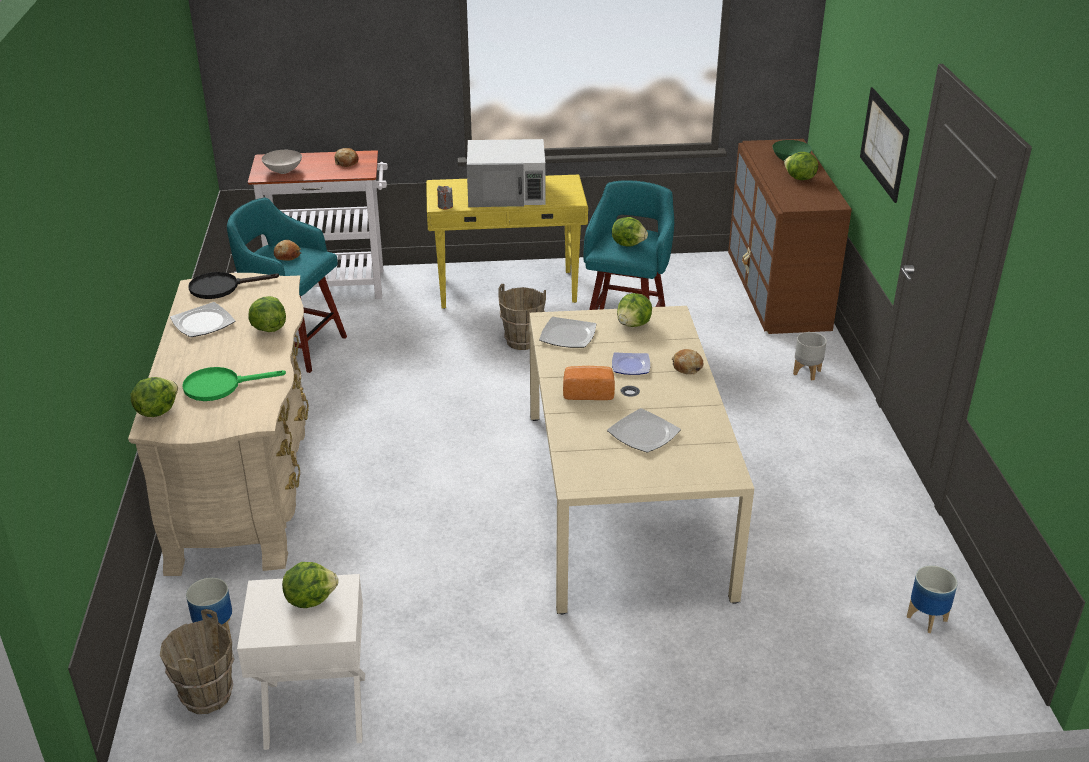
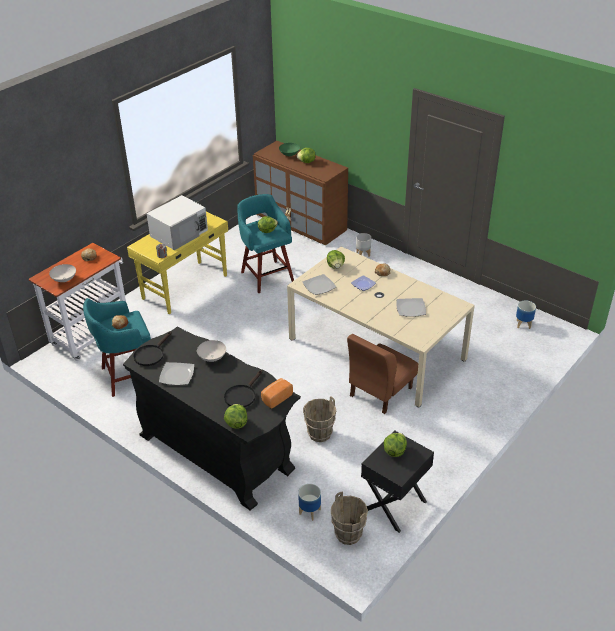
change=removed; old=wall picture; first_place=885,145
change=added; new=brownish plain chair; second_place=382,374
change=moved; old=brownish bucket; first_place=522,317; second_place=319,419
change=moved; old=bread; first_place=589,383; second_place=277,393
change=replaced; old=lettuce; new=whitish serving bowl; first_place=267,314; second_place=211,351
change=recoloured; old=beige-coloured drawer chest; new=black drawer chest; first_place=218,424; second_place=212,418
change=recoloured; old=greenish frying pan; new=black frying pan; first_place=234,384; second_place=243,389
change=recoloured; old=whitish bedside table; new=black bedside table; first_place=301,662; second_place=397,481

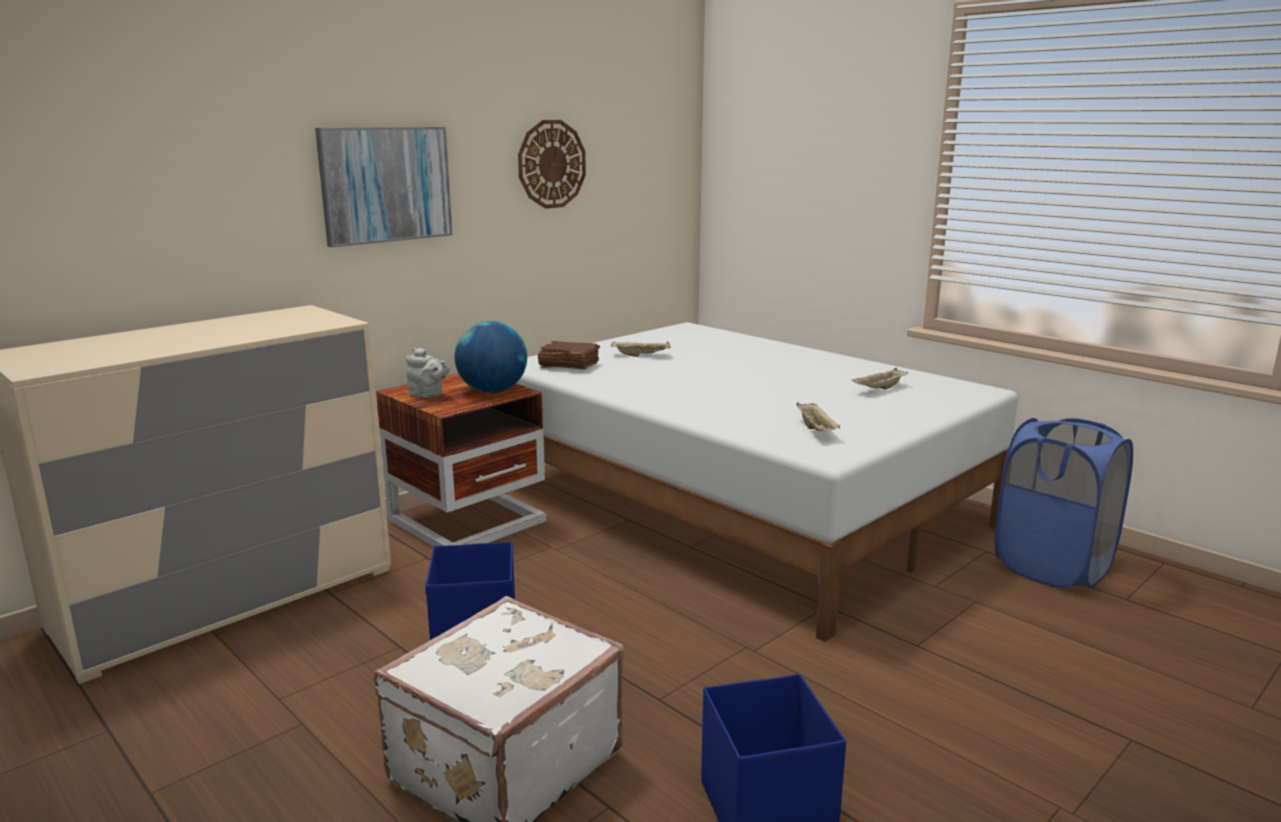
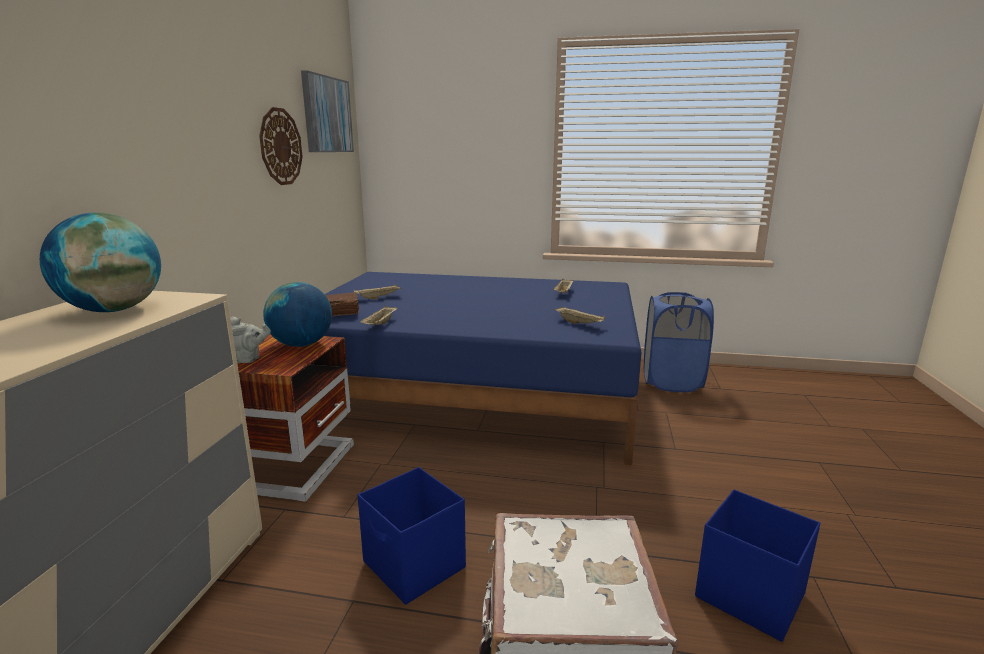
change=added; new=world globe; second_place=100,262
change=added; new=beige-coloured tray; second_place=378,315
change=moved; old=wall picture; first_place=383,187; second_place=327,111
change=recoloured; old=whitish bed; new=bluish bed; first_place=767,482; second_place=483,369

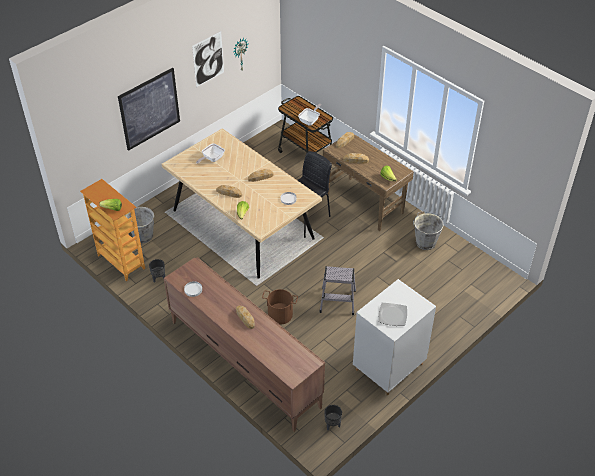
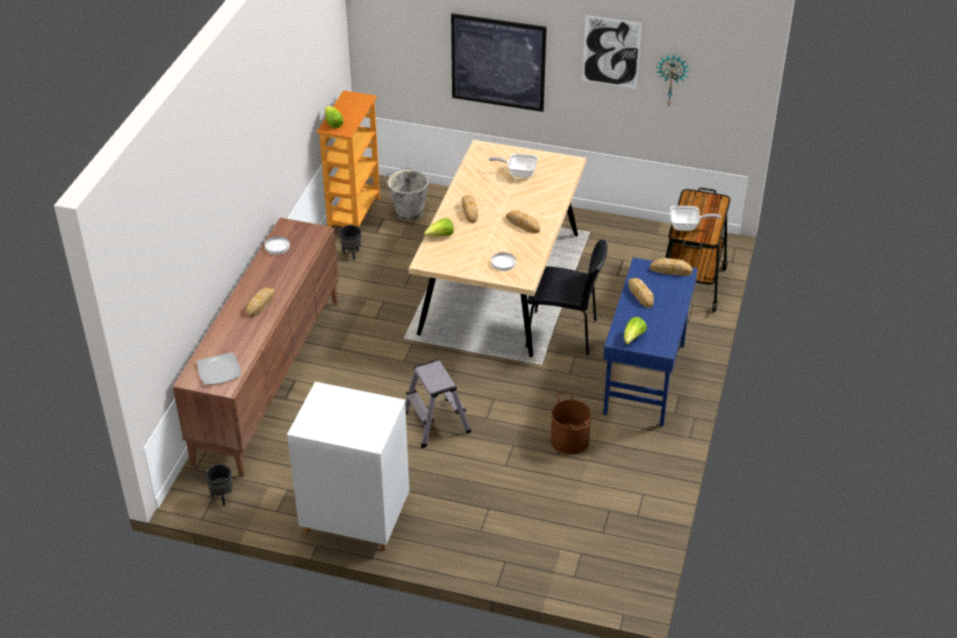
change=removed; old=gray bucket; first_place=428,230
change=moved; old=brownish bucket; first_place=280,307; second_place=571,423
change=moved; old=flat dish; first_place=393,314; second_place=219,368
change=recoloured; old=brownish console table; new=bluish console table; first_place=368,182; second_place=650,341

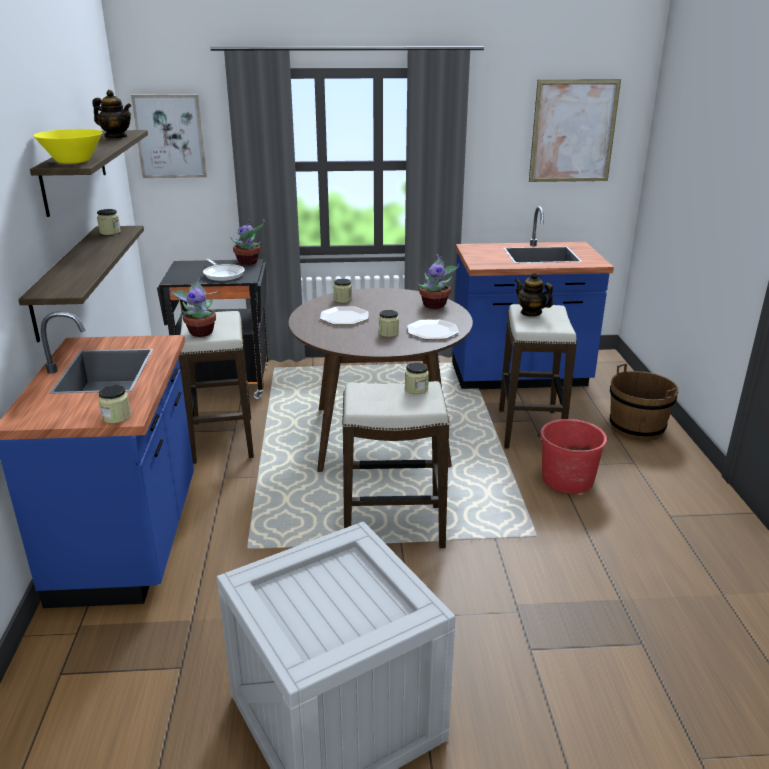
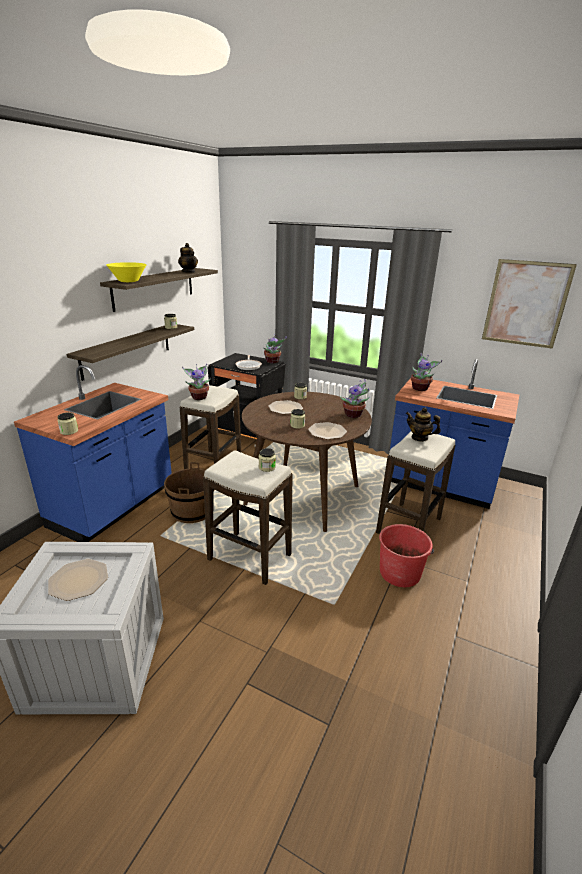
change=removed; old=wall picture; first_place=169,136
change=added; new=flat dish; second_place=78,580
change=added; new=houseplant; second_place=426,372
change=moved; old=brownish bucket; first_place=644,402; second_place=185,492
change=turned; old=teapot; first_place=534,295; second_place=423,424; degrees=-45

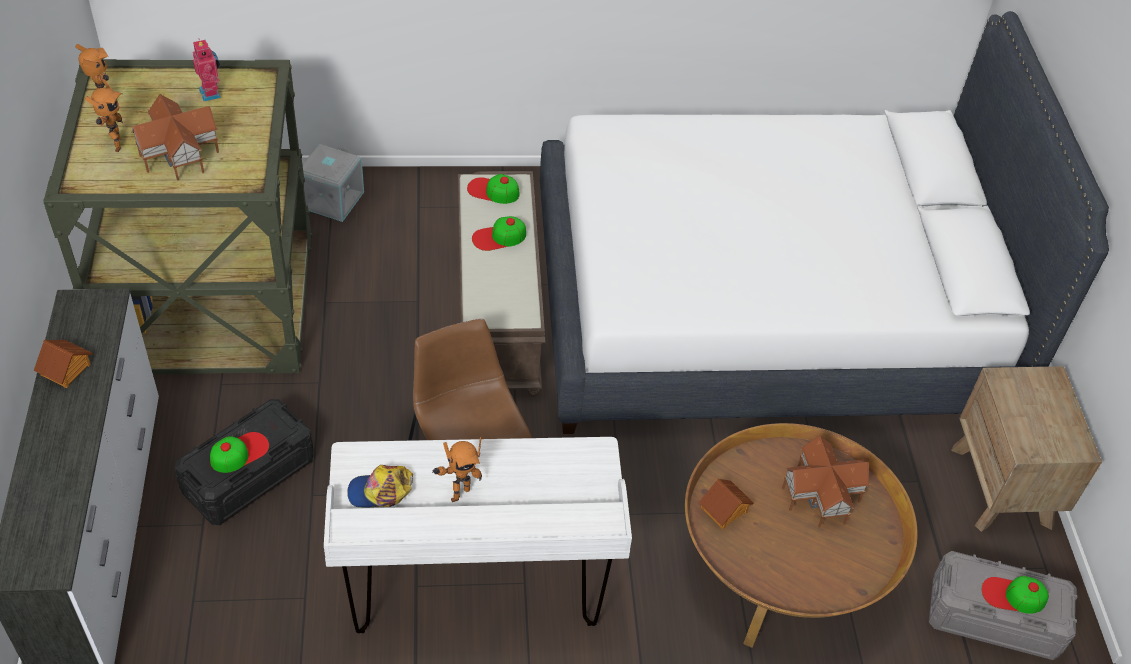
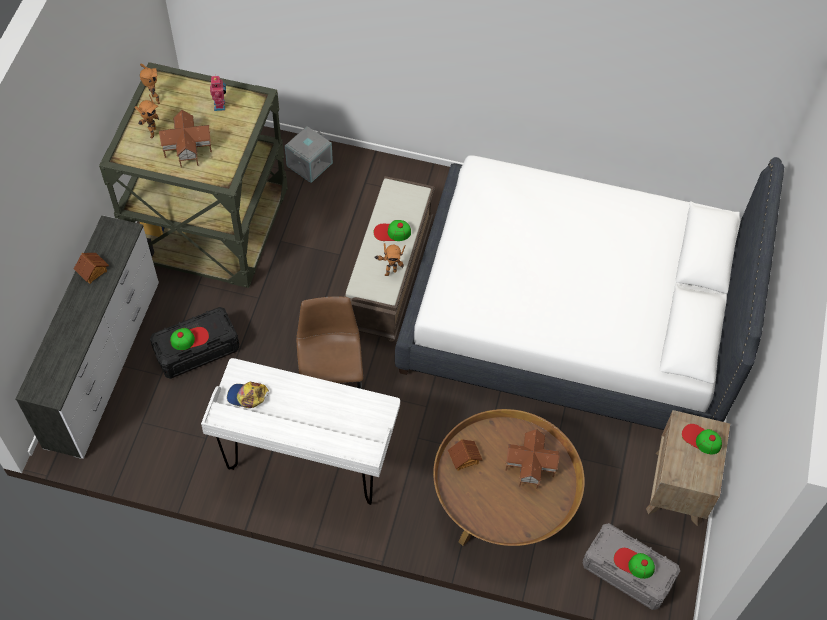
change=moved; old=robot figure; first_place=457,469; second_place=390,259
change=moved; old=peaked cap; first_place=493,189; second_place=702,439

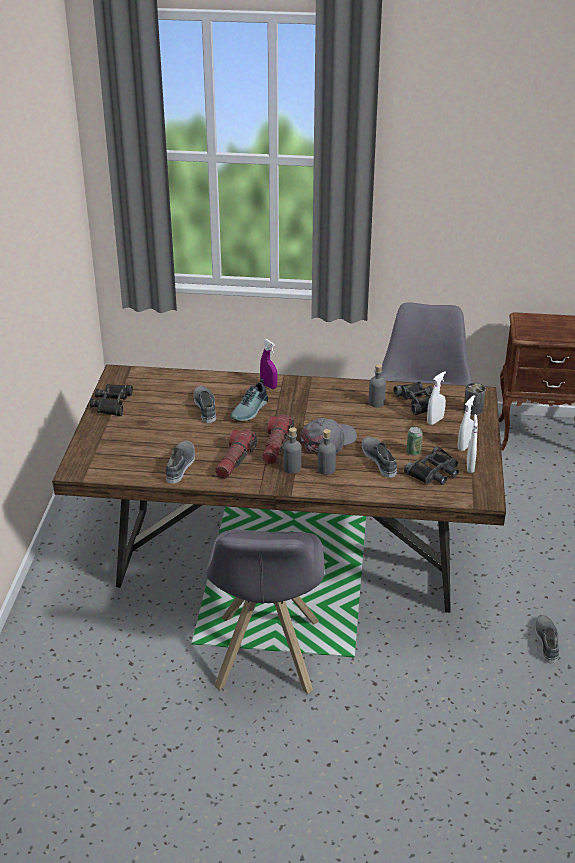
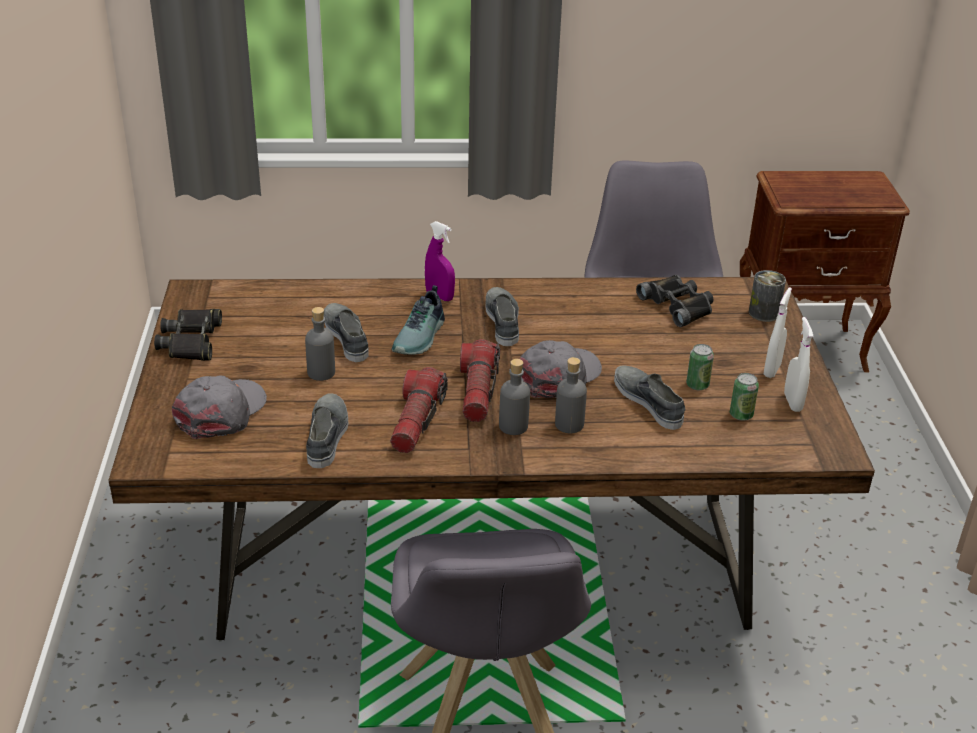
change=removed; old=whitish sprayer; first_place=436,398
change=added; new=gray peaked cap; second_place=219,407
change=moved; old=gray drink bottle; first_place=377,385; second_place=320,344
change=moved; old=gray item of footwear; first_place=547,639; second_place=502,316
change=replaced; old=black field glasses; new=sealed can; first_place=431,465; second_place=744,397

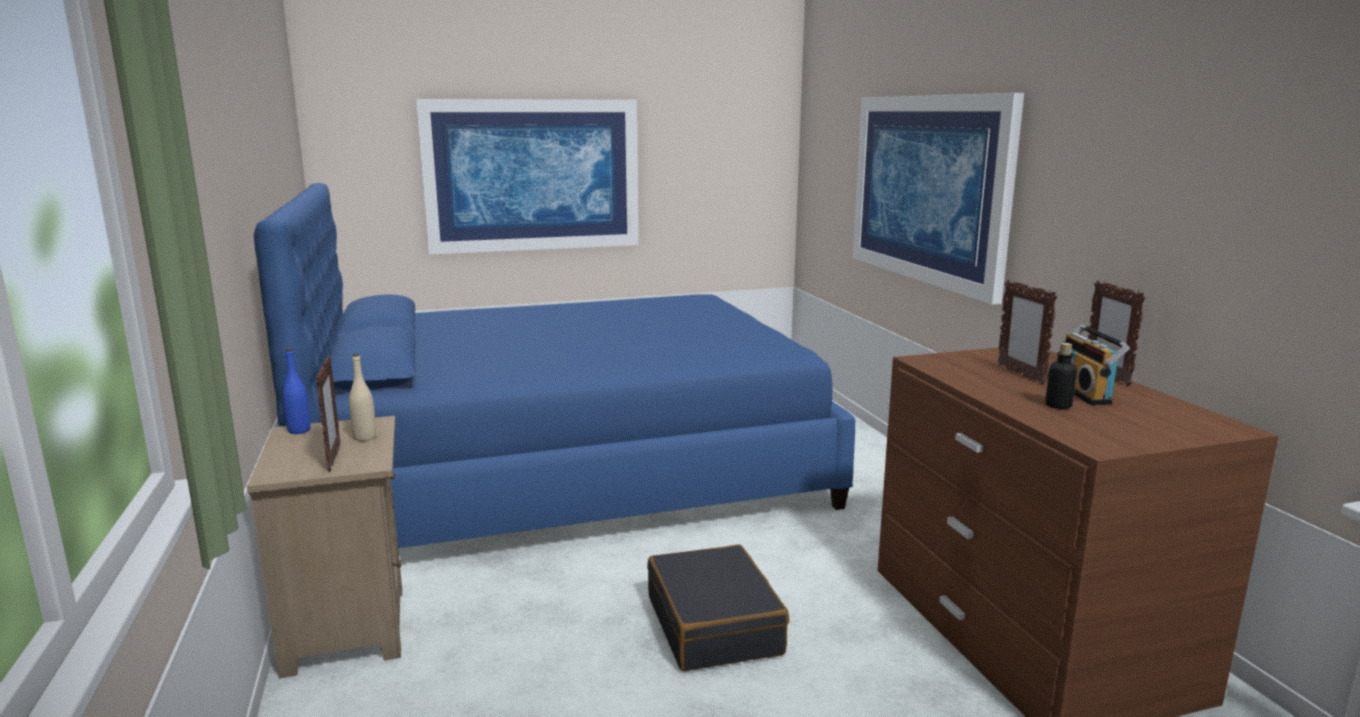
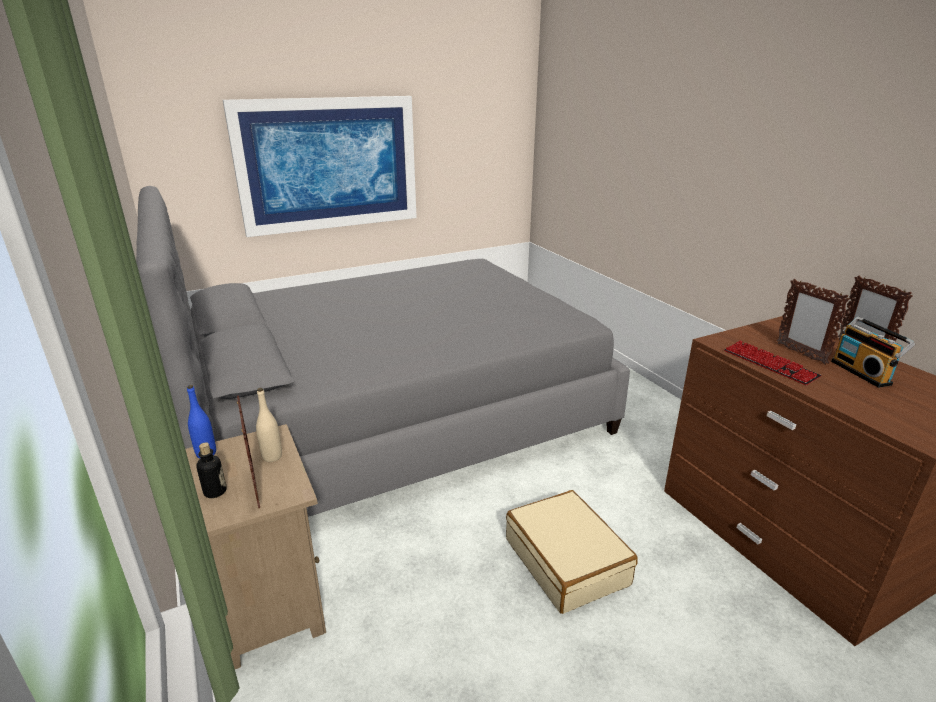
change=removed; old=wall picture; first_place=938,199
change=added; new=PC keyboard; second_place=773,363
change=moved; old=drink bottle; first_place=1061,376; second_place=211,470
change=recoloured; old=bluish bed; new=gray bed; first_place=554,365; second_place=383,351
change=recoloured; old=black piece of luggage; new=beige-coloured piece of luggage; first_place=718,607; second_place=572,552

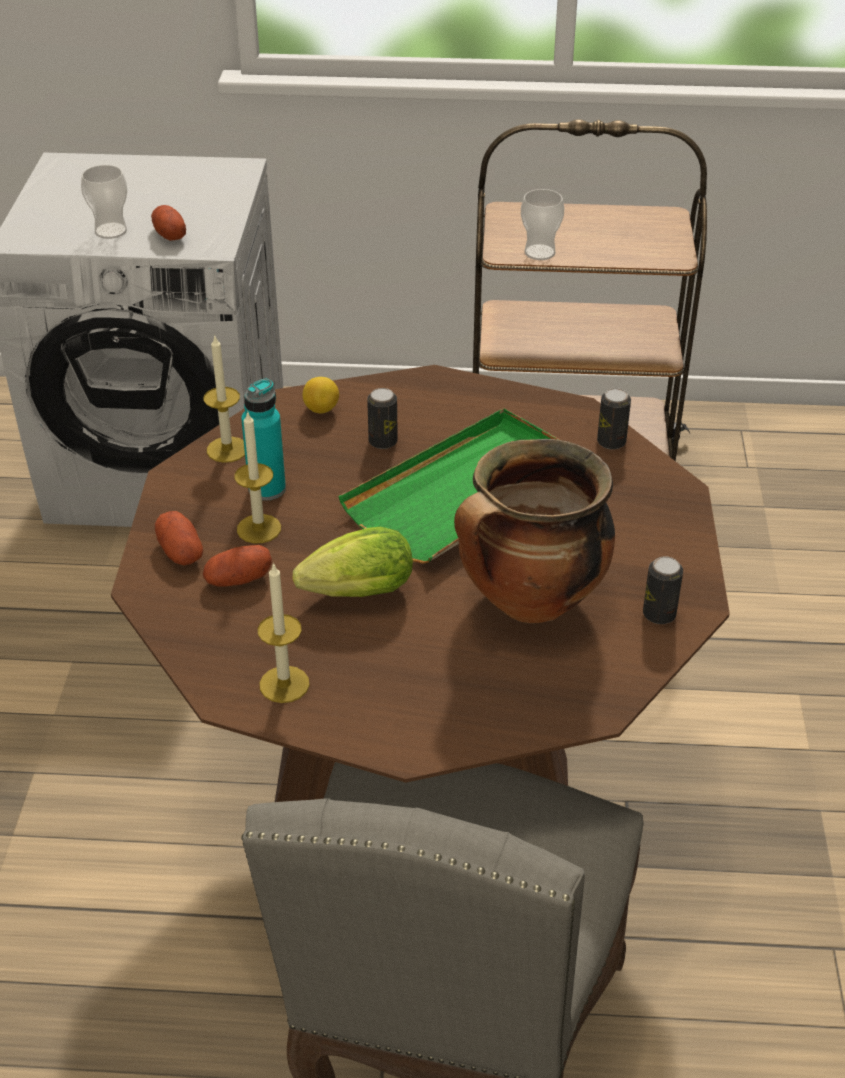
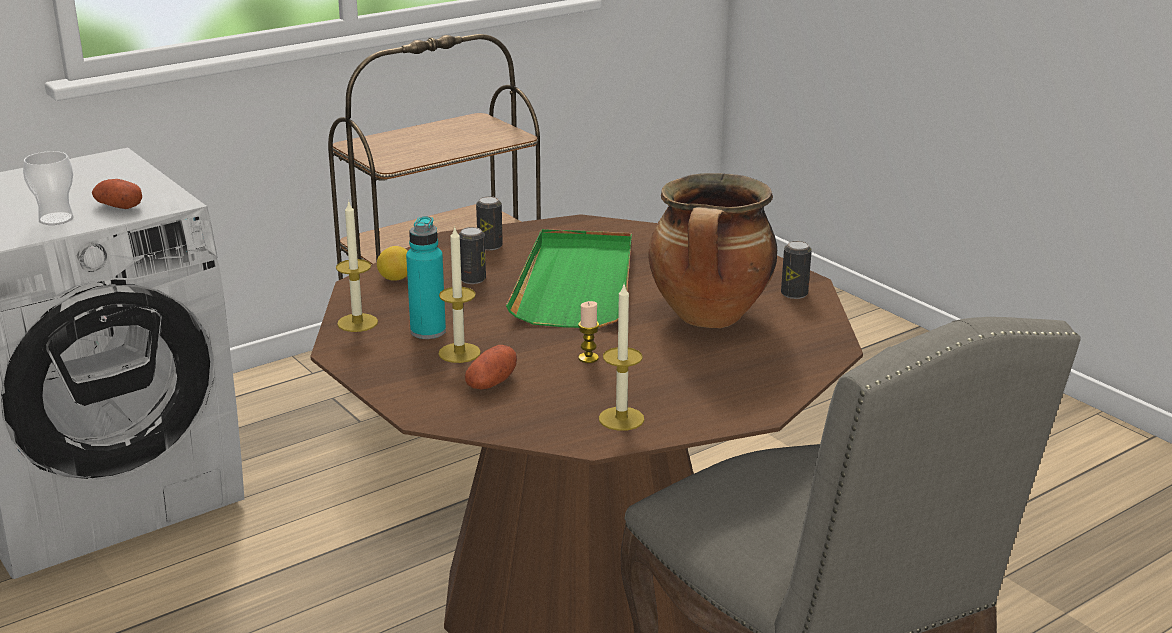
change=removed; old=whole potato; first_place=179,538
change=removed; old=cup; first_place=542,224
change=moved; old=sealed can; first_place=614,419; second_place=489,223
change=replaced; old=lettuce; new=candle; first_place=352,562; second_place=588,332

